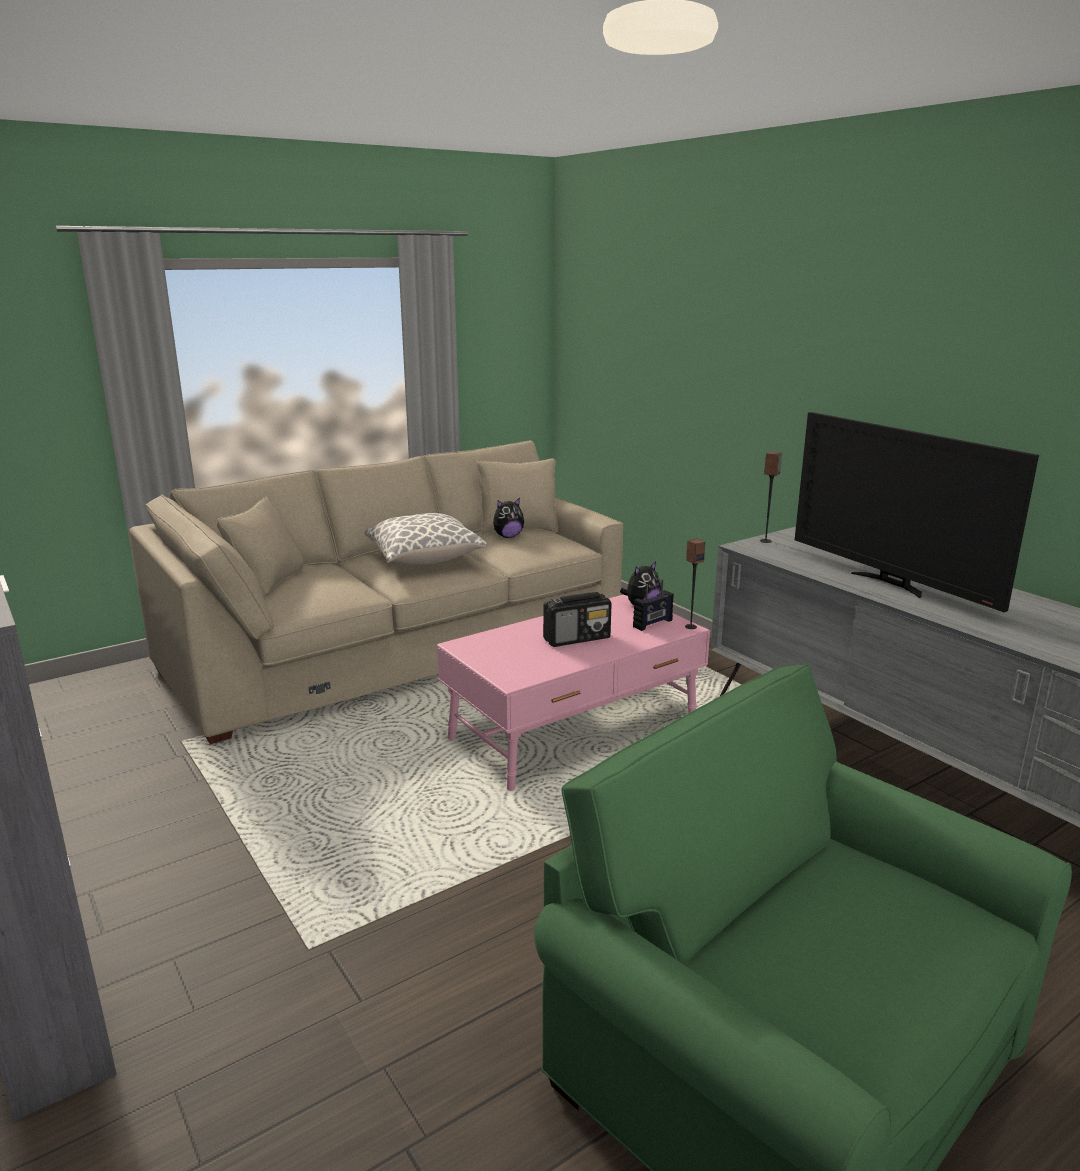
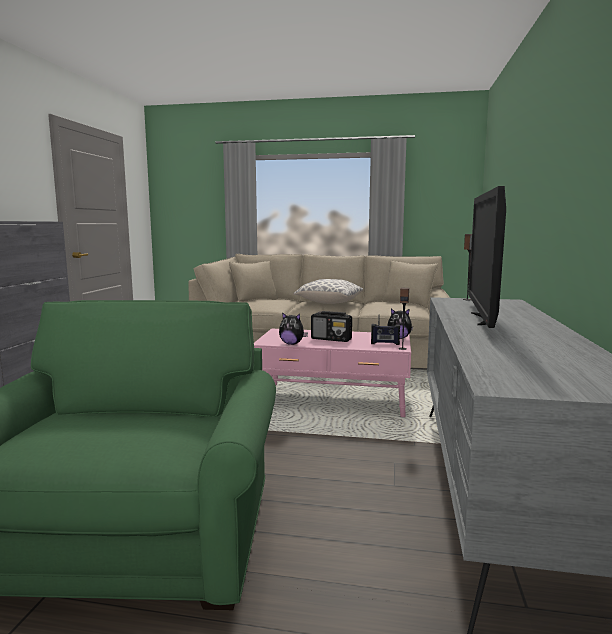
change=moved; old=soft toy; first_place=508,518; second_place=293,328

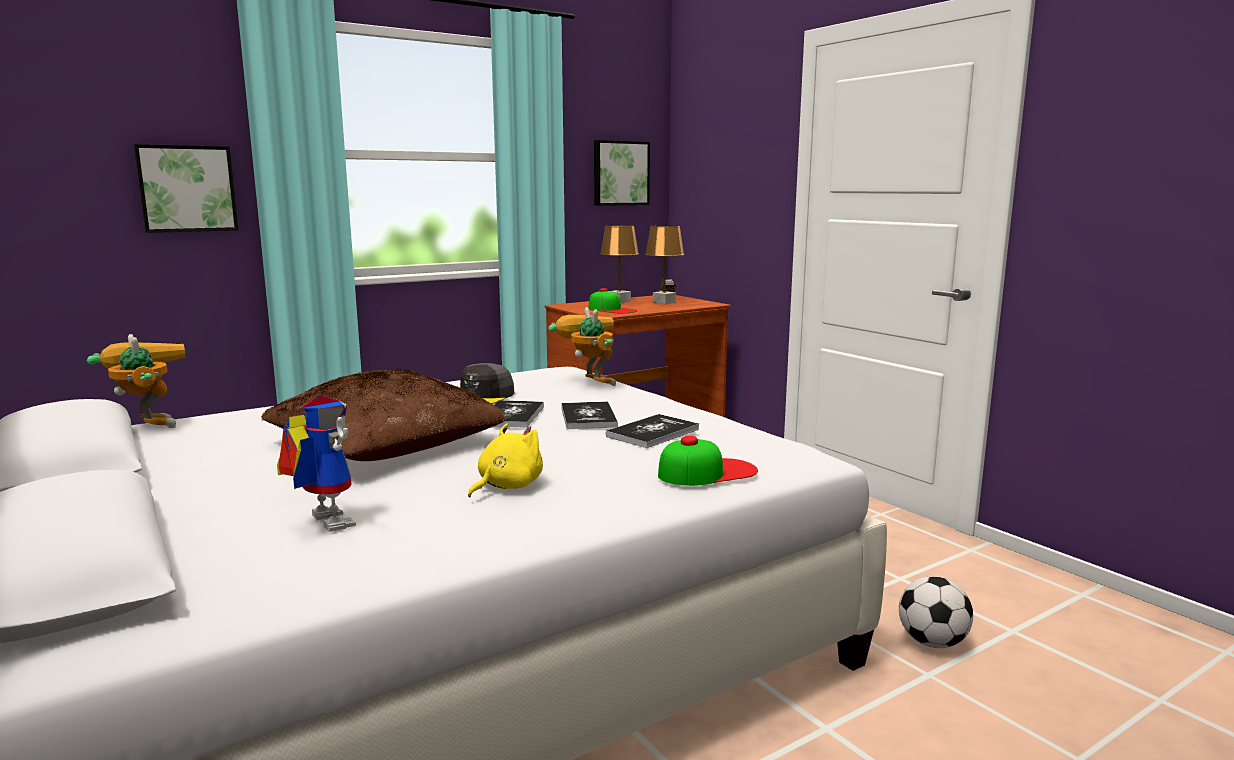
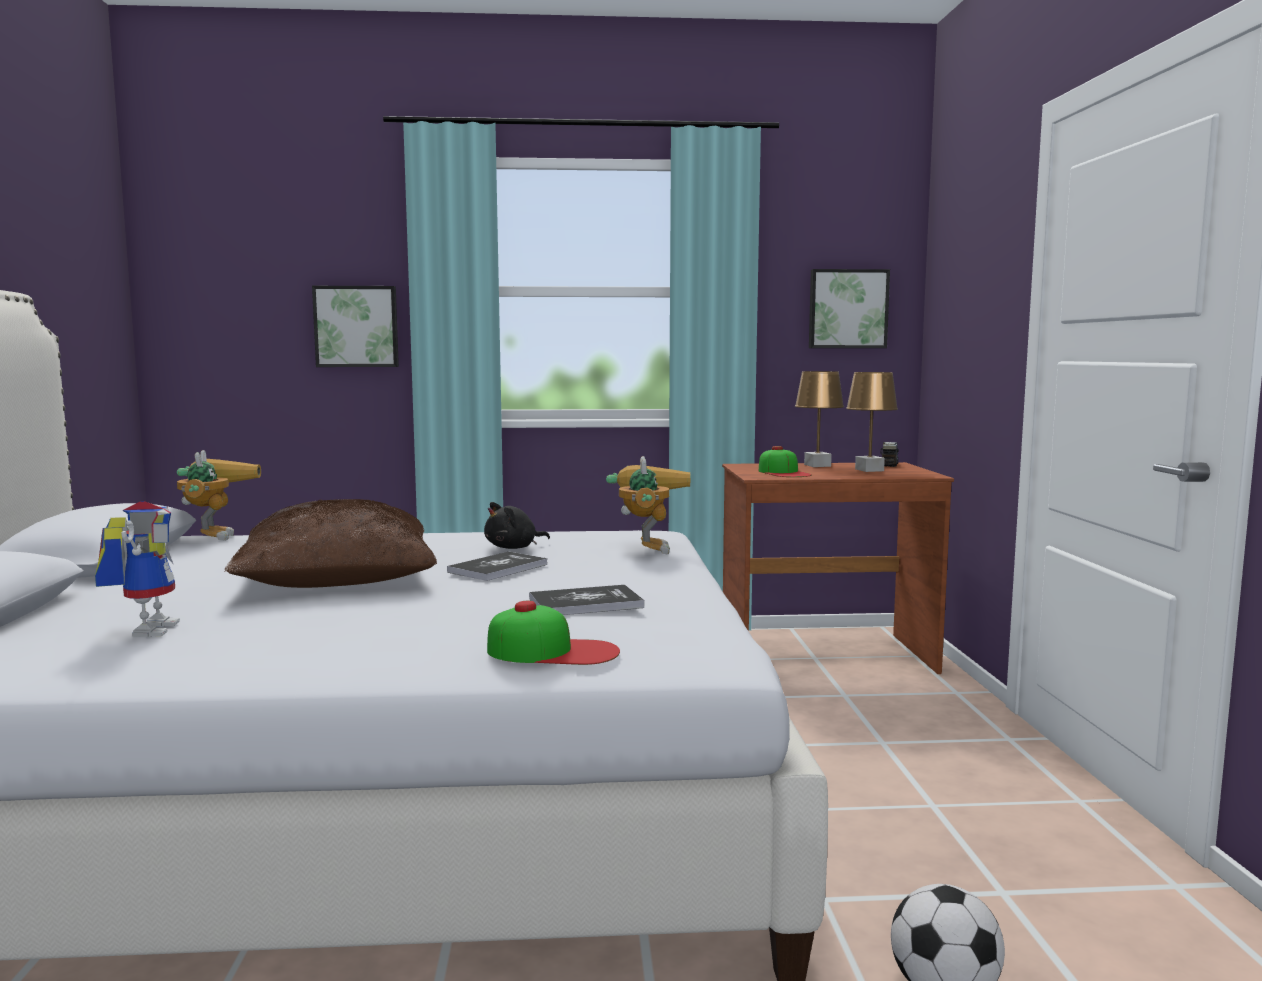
change=removed; old=yellow soft toy; first_place=505,460
change=removed; old=book; first_place=589,415
change=replaced; old=gray peaked cap; new=black soft toy; first_place=487,383; second_place=517,525

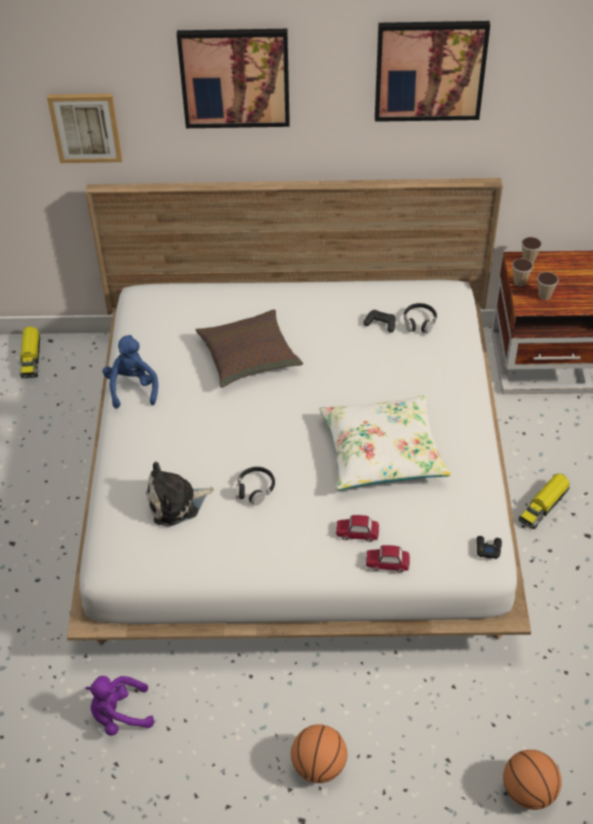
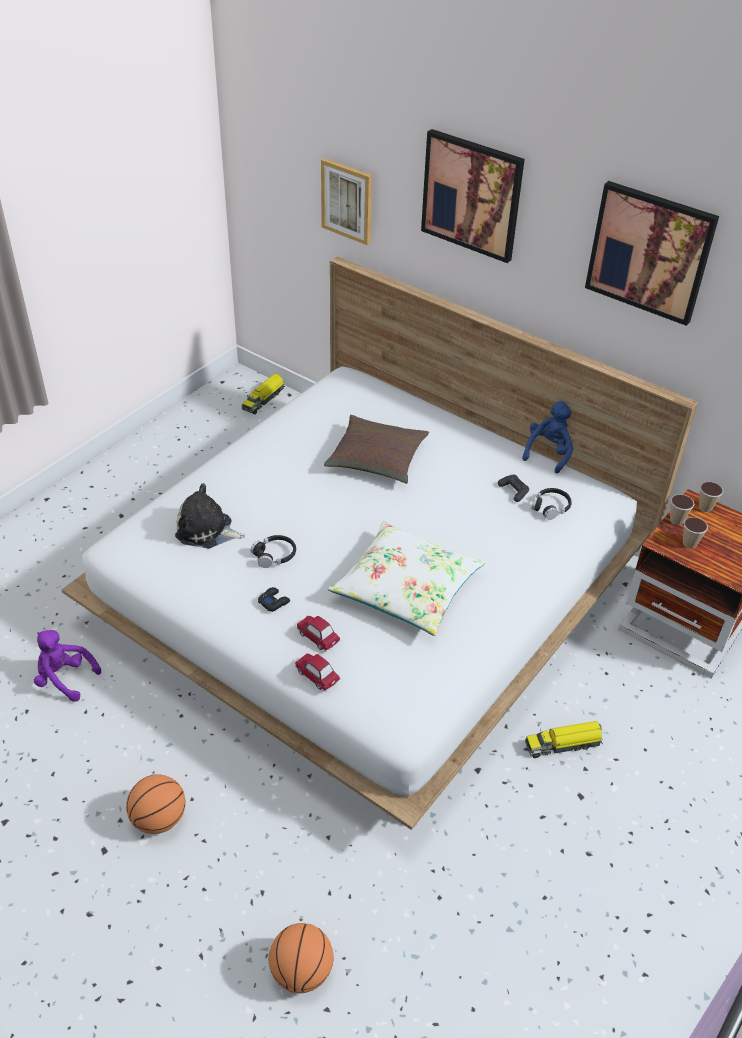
change=moved; old=bluish soft toy; first_place=130,372; second_place=547,437
change=moved; old=black gamepad; first_place=489,547; second_place=274,599

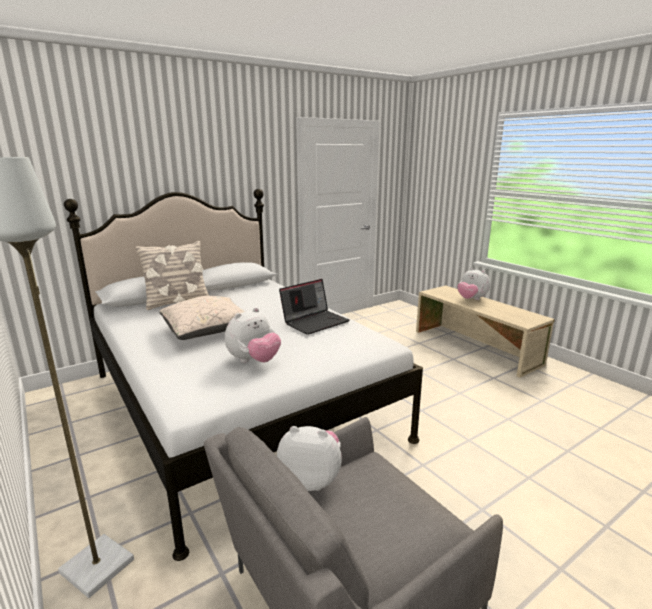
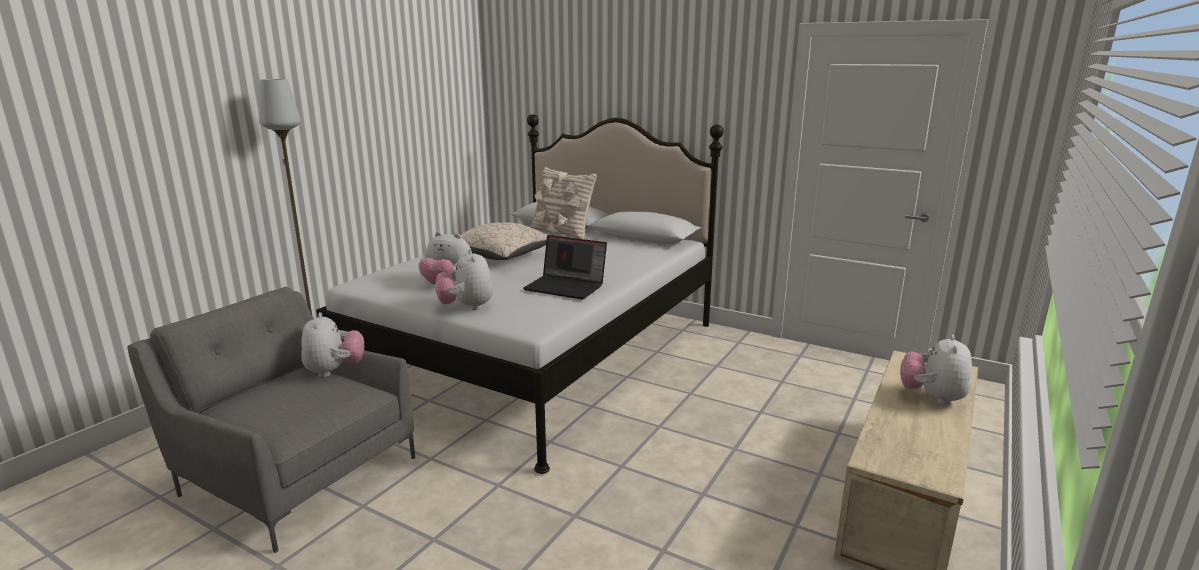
change=added; new=soft toy; second_place=464,279

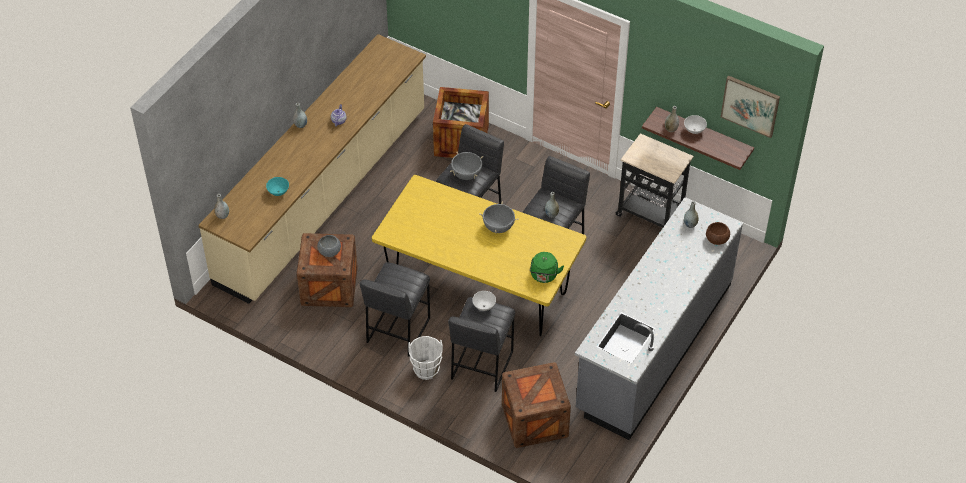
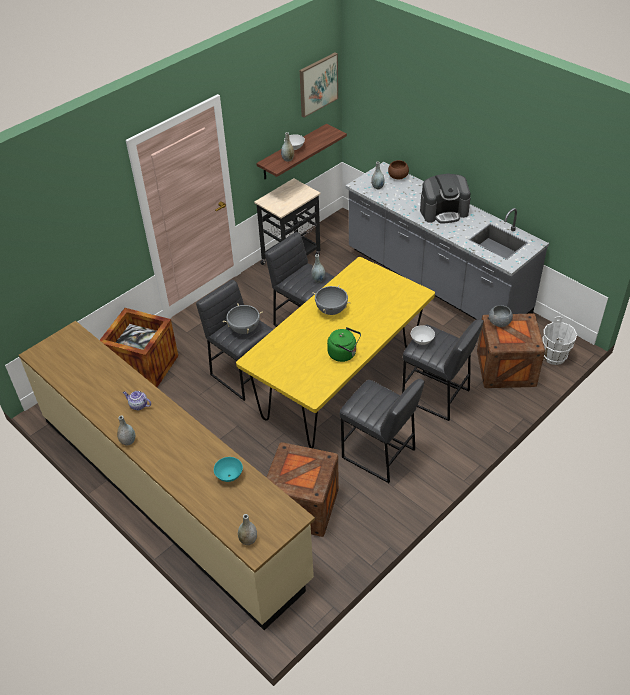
change=added; new=coffee machine; second_place=445,198
change=moved; old=gray serving bowl; first_place=329,246; second_place=501,316
change=moved; old=whitish bucket; first_place=425,358; second_place=559,340
change=moved; old=greenish water kettle; first_place=547,267; second_place=344,344

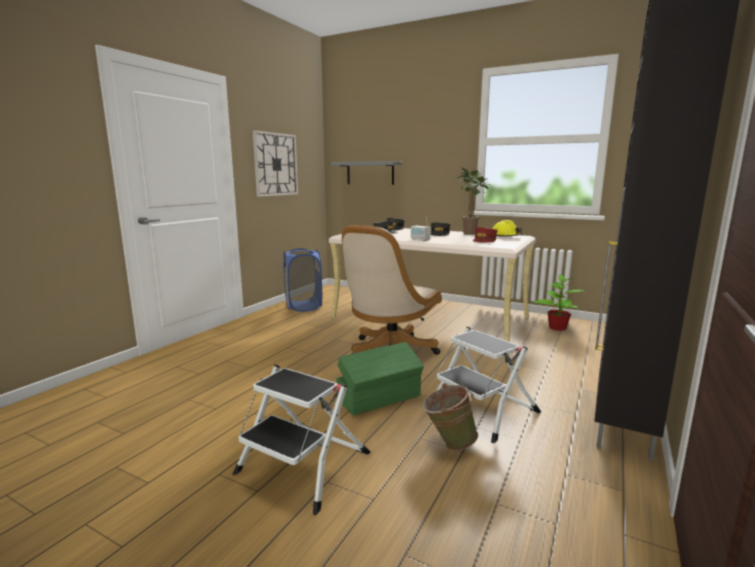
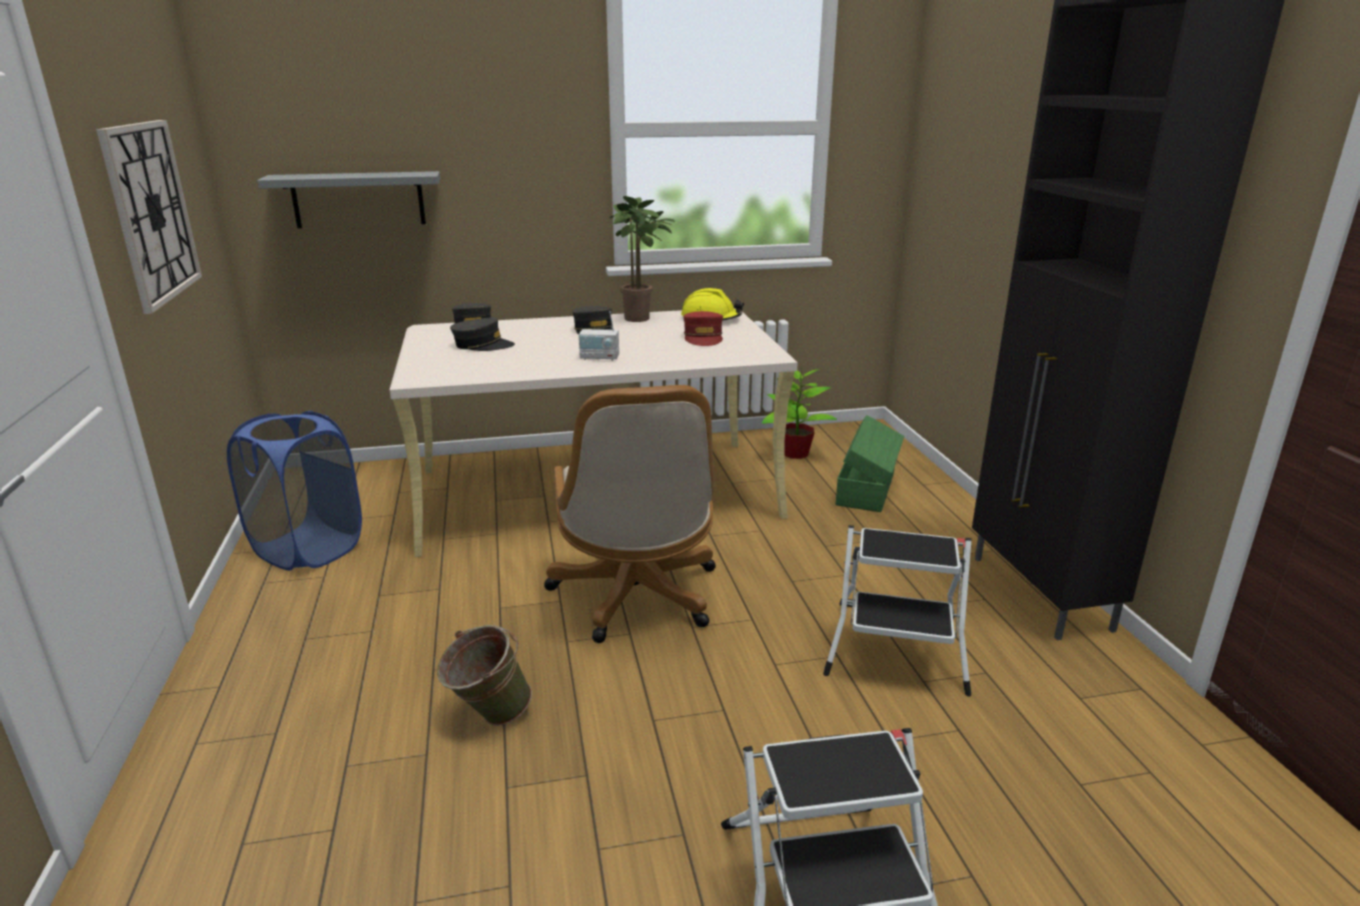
change=moved; old=greenish storage box; first_place=380,379; second_place=870,463
change=moved; old=greenish bucket; first_place=450,417; second_place=484,675

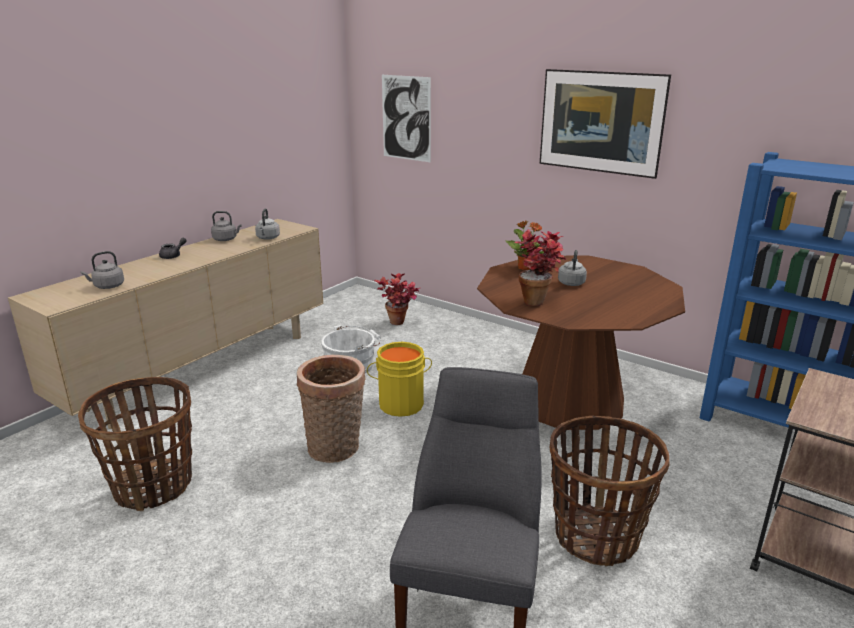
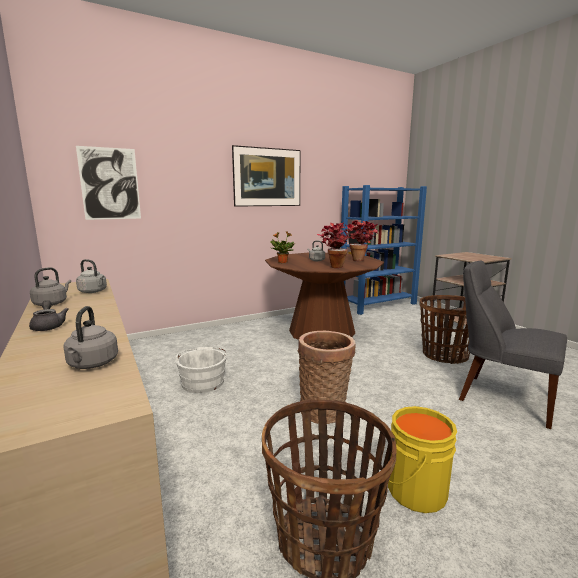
change=moved; old=yellow bucket; first_place=399,379; second_place=422,459
change=moved; old=houseplant; first_place=396,299; second_place=364,240

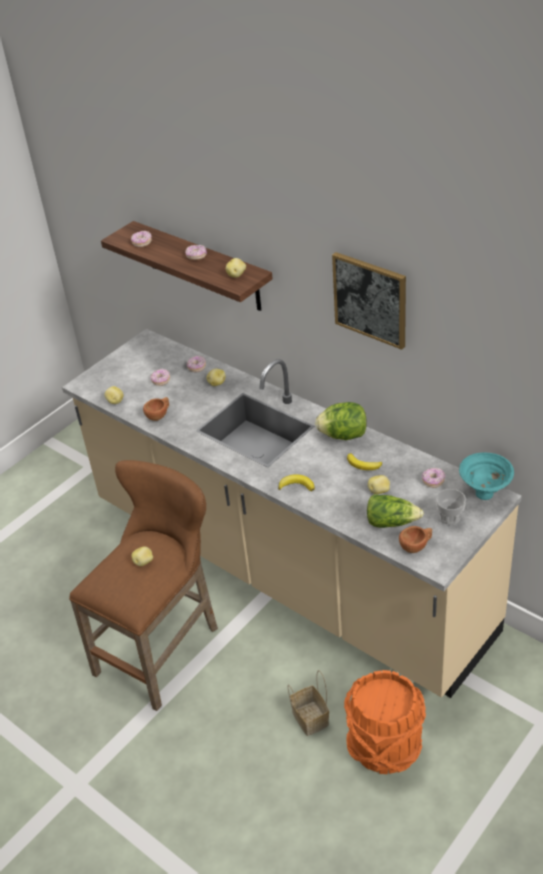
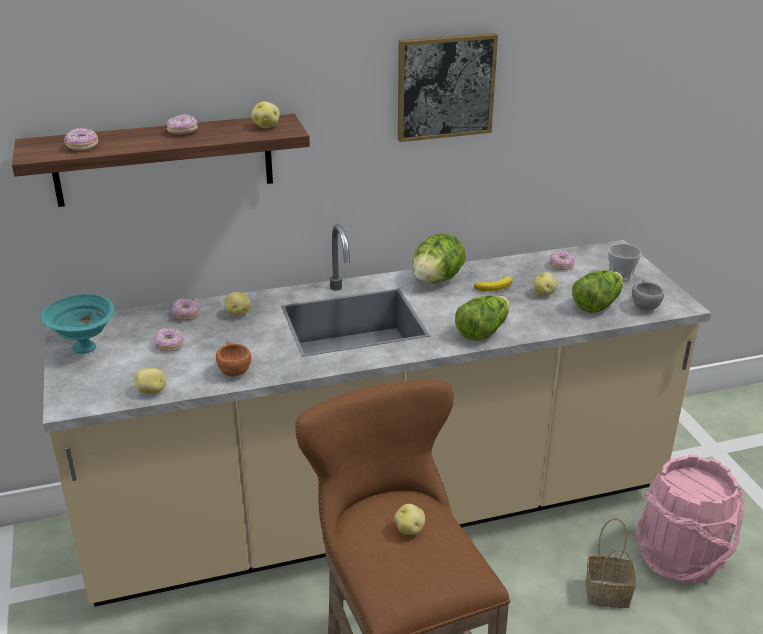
change=moved; old=blue-green serving bowl; first_place=486,476; second_place=77,324
change=replaced; old=banana fruit; new=lettuce; first_place=296,482; second_place=482,318
change=recoloured; old=orange bucket; new=pinkish bucket; first_place=385,722; second_place=690,519
change=recoloured; old=brownish cup; new=gray cup; first_place=415,539; second_place=648,294

